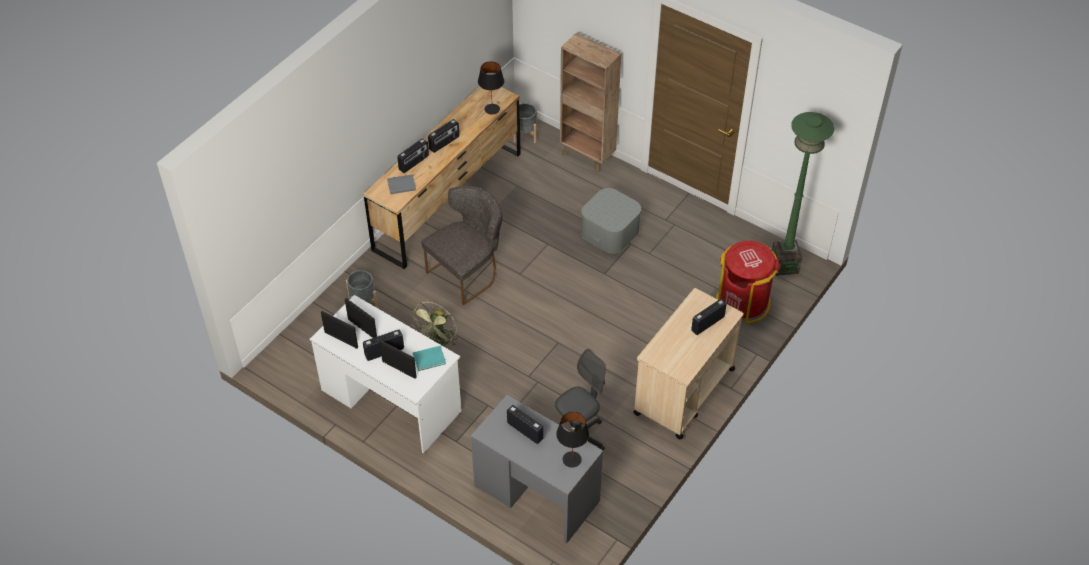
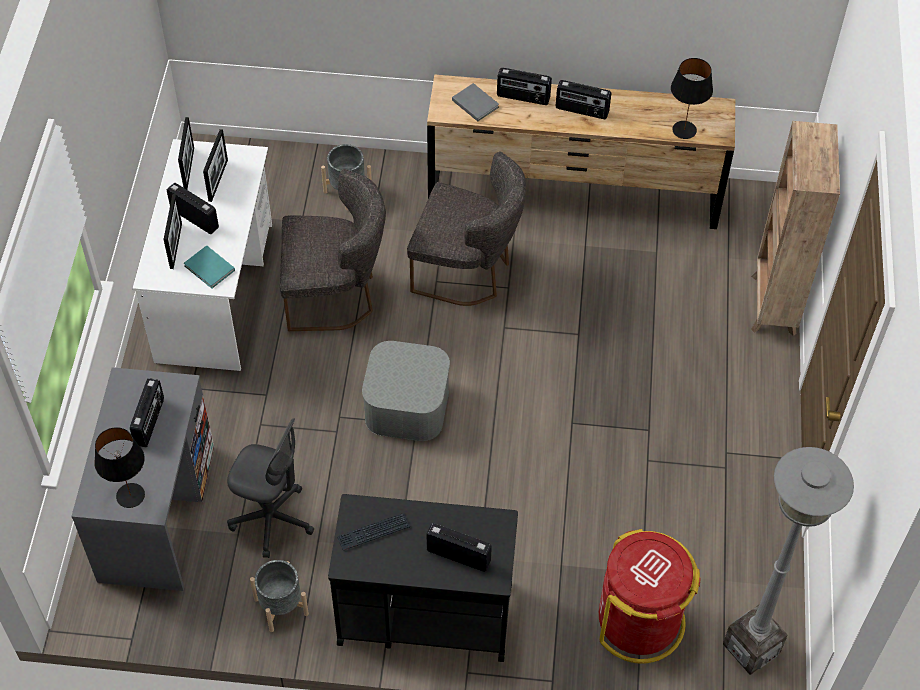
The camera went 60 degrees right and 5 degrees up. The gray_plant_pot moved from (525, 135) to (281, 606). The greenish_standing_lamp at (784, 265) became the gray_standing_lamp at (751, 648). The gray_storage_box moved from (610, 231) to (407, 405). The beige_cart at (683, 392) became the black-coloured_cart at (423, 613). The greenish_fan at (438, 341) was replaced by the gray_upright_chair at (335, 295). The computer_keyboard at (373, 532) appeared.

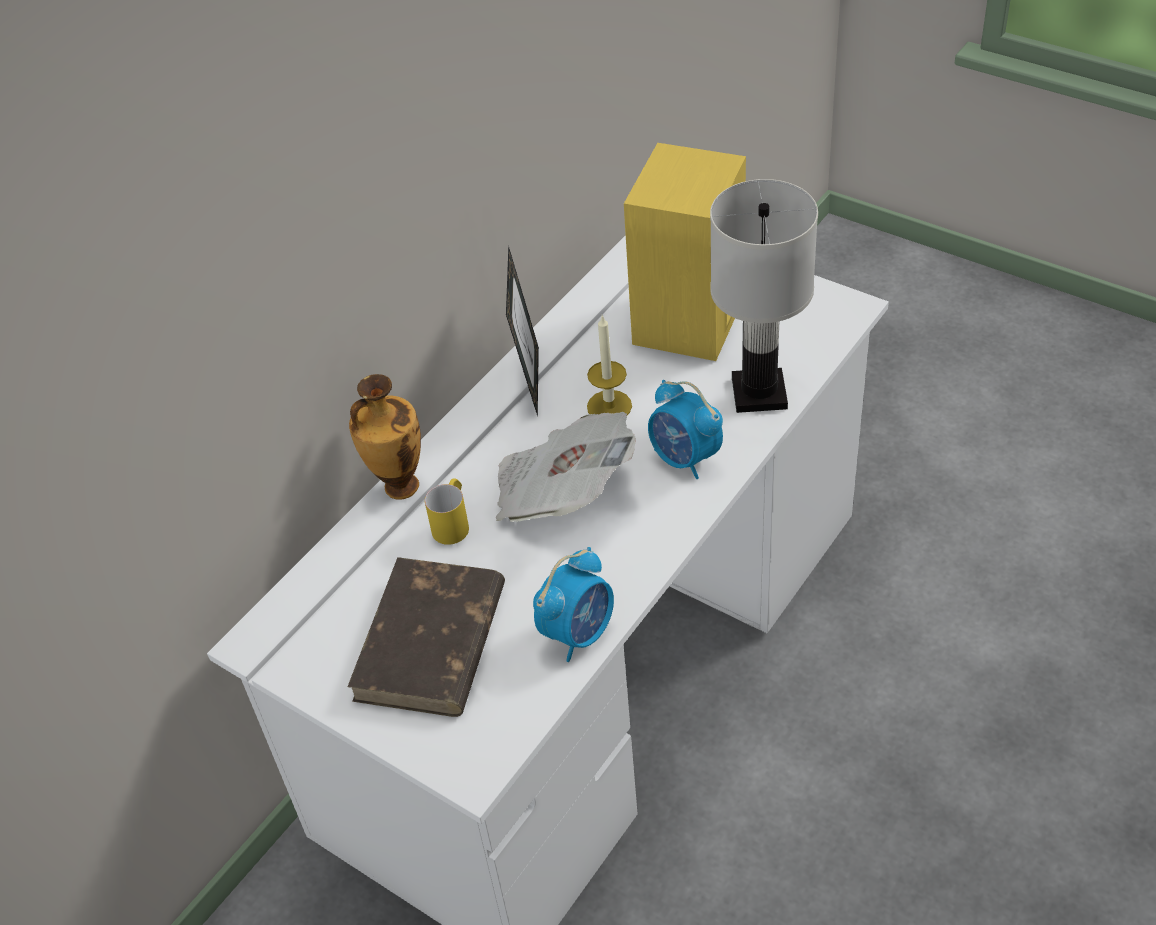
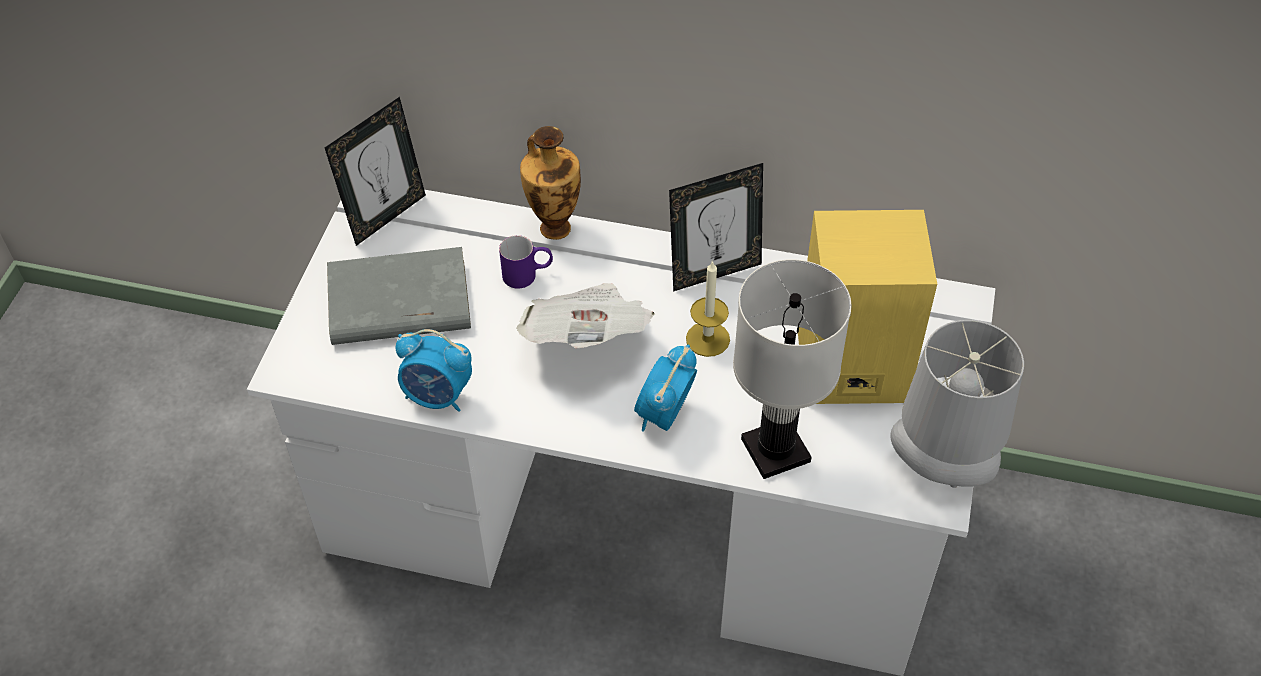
The camera went 65 degrees right and 5 degrees up. The yellow-coloured_mug at (453, 522) became the purple-coloured_mug at (528, 275). The brown_book at (430, 644) became the gray_book at (398, 304). The picture_frame at (386, 216) appeared. The gray_lamp_for_a_table at (940, 471) appeared.

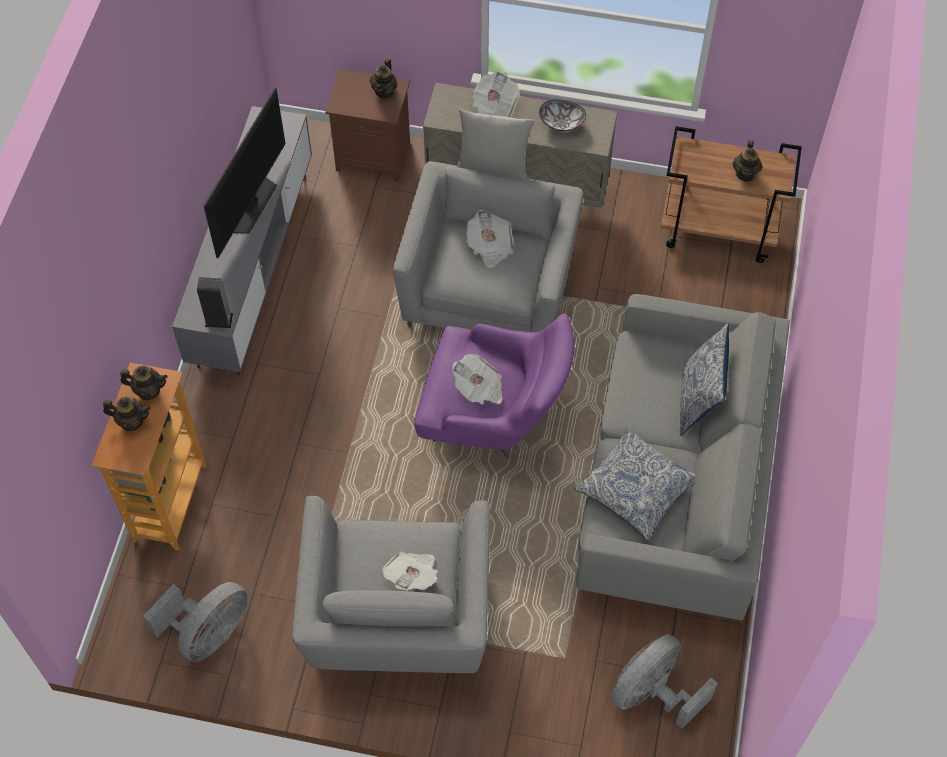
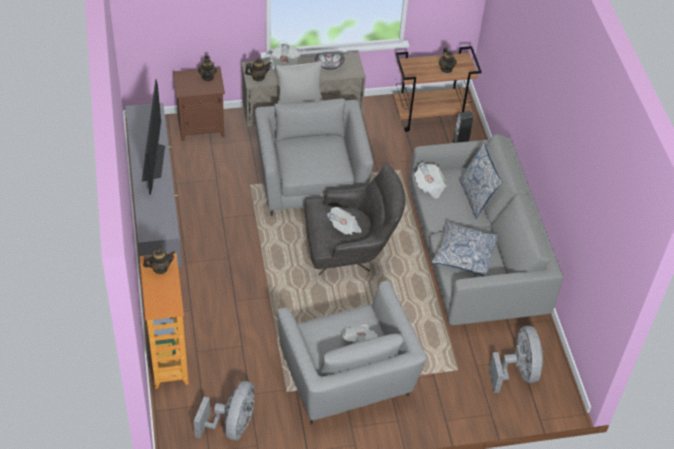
The camera went 25 degrees left and 10 degrees down. The newspaper moved from (490, 246) to (429, 186). The audio_speaker moved from (219, 320) to (461, 141). The purple-coloured_lounge_chair at (493, 420) became the gray_lounge_chair at (349, 253). The pot_for_tea moved from (131, 421) to (258, 77). The gray_fan at (652, 693) turned 150 degrees clockwise.

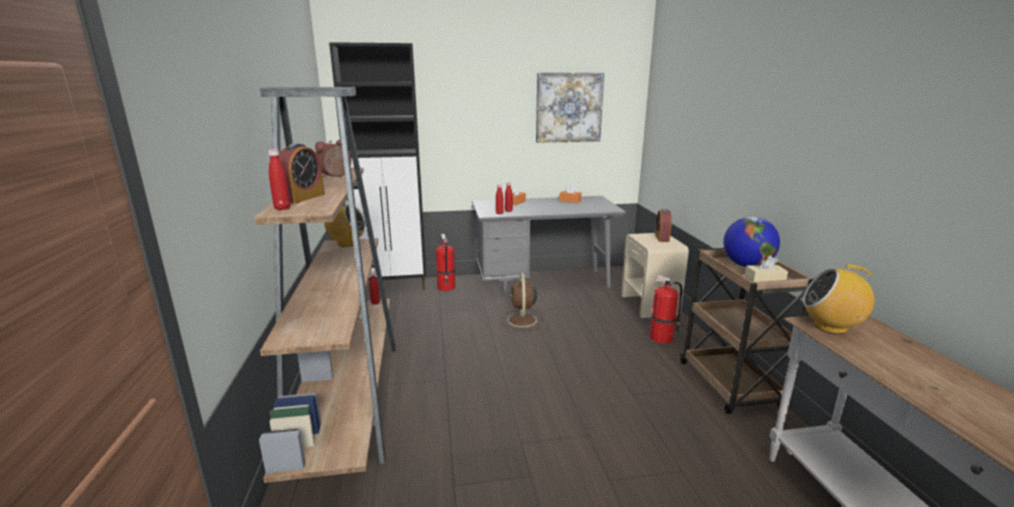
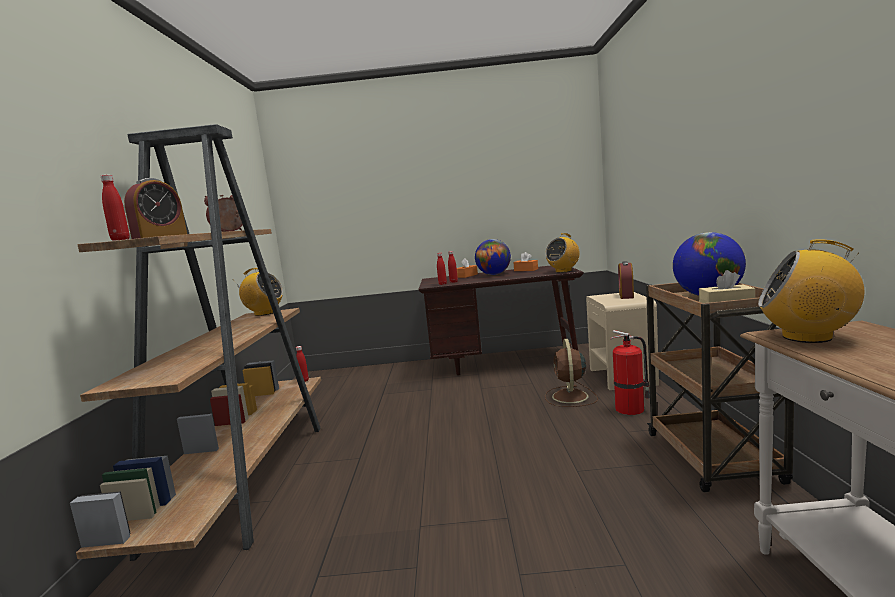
The camera went 10 degrees right and 10 degrees down. The black-coloured_storage_cabinet at (394, 286) disappeared. The wall_art at (569, 107) disappeared. The gray_desk_unit at (543, 283) became the brown_desk_unit at (504, 362). The extinguisher at (446, 287) disappeared. The brown_fan moved from (522, 321) to (570, 397). The radio_set at (563, 271) appeared. The globe at (494, 274) appeared.

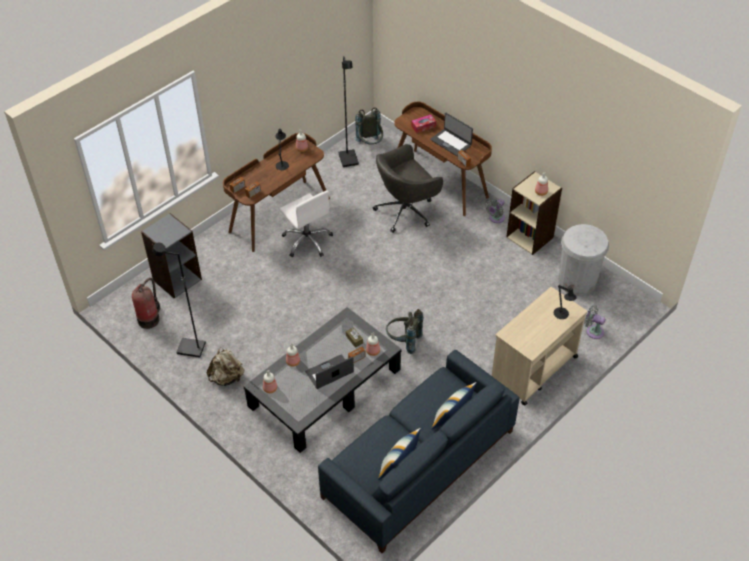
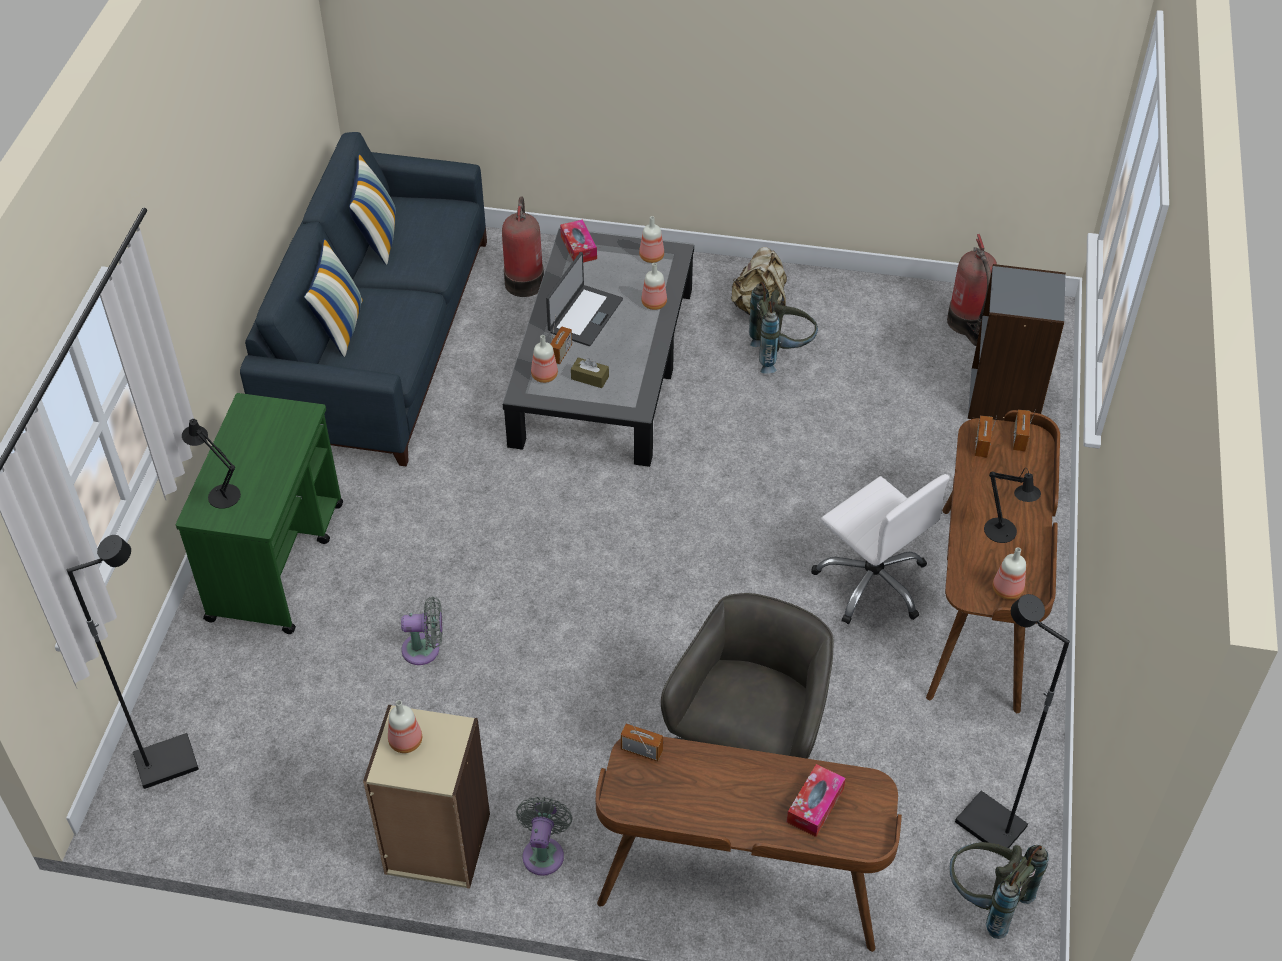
The camera went 145 degrees right and 0 degrees up. The notebook_computer at (451, 142) disappeared. The white-coloured_computer_chair at (307, 241) turned 150 degrees counterclockwise. The white-coloured_trash_can at (577, 281) disappeared. The black-coloured_standing_lamp moved from (190, 349) to (167, 761). The beige_cart at (533, 369) became the greenish_cart at (277, 560). The gray_fan moved from (593, 331) to (425, 649). The gray_backpack moved from (403, 341) to (781, 353). The extinguisher at (524, 281) appeared. The box_of_tissues at (578, 247) appeared.

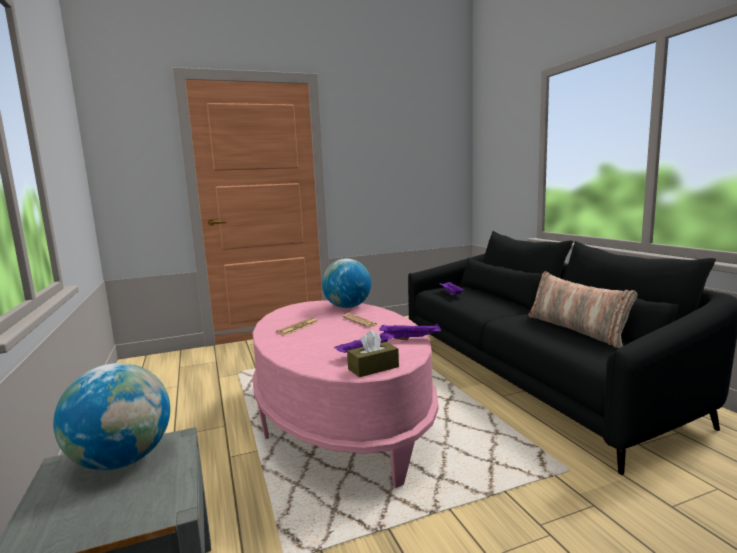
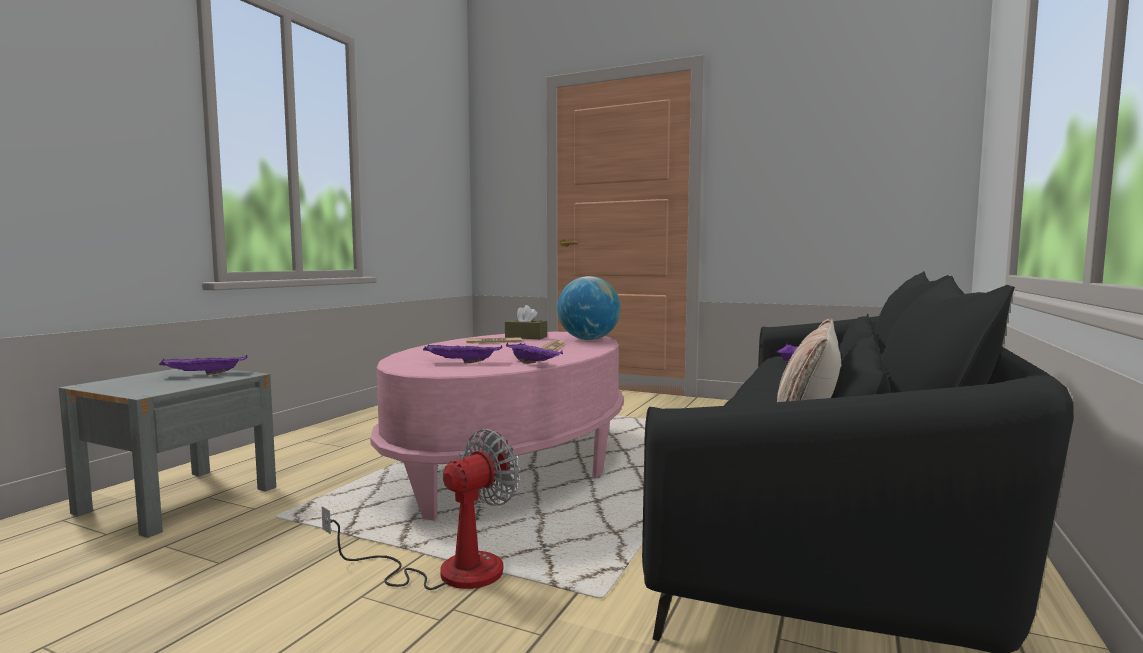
The camera went 45 degrees right and 5 degrees down. The brown_box_of_tissues moved from (373, 368) to (526, 337). The globe at (122, 460) was replaced by the purple-coloured_serving_tray at (203, 374). The fan at (447, 571) appeared.

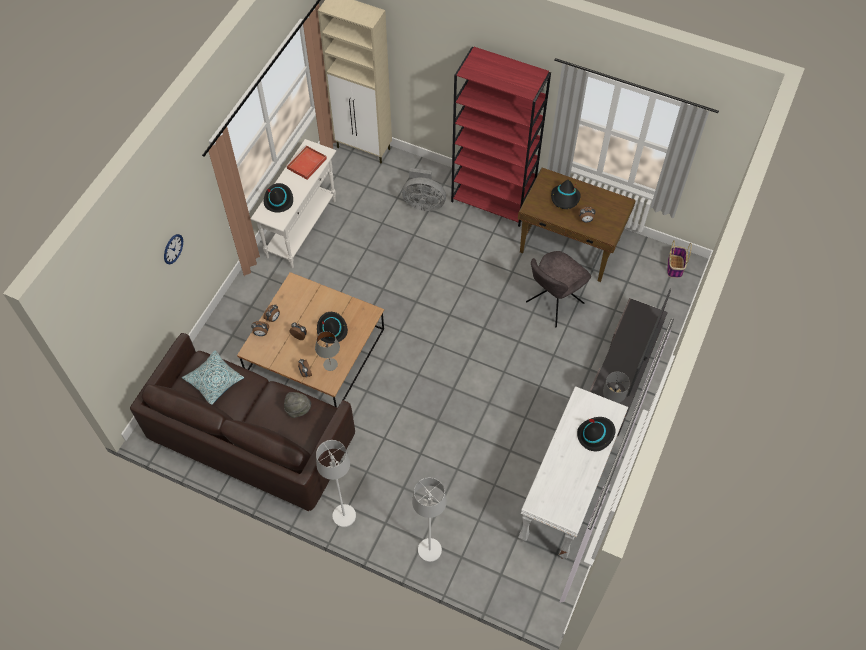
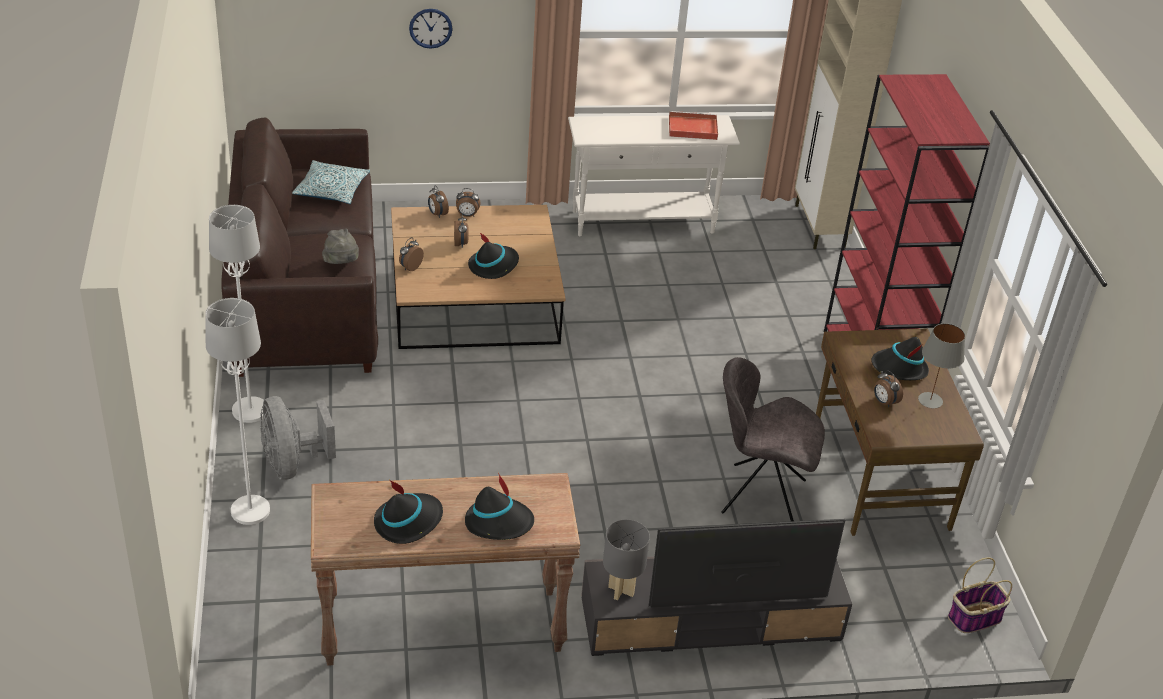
The camera went 55 degrees right and 20 degrees down. The gray_fan moved from (423, 203) to (292, 464). The black-coloured_wearable_hat moved from (278, 200) to (408, 521). The gray_lamp_for_a_table moved from (330, 364) to (930, 400). The white-coloured_narrow_table at (566, 494) became the brown_narrow_table at (442, 628).

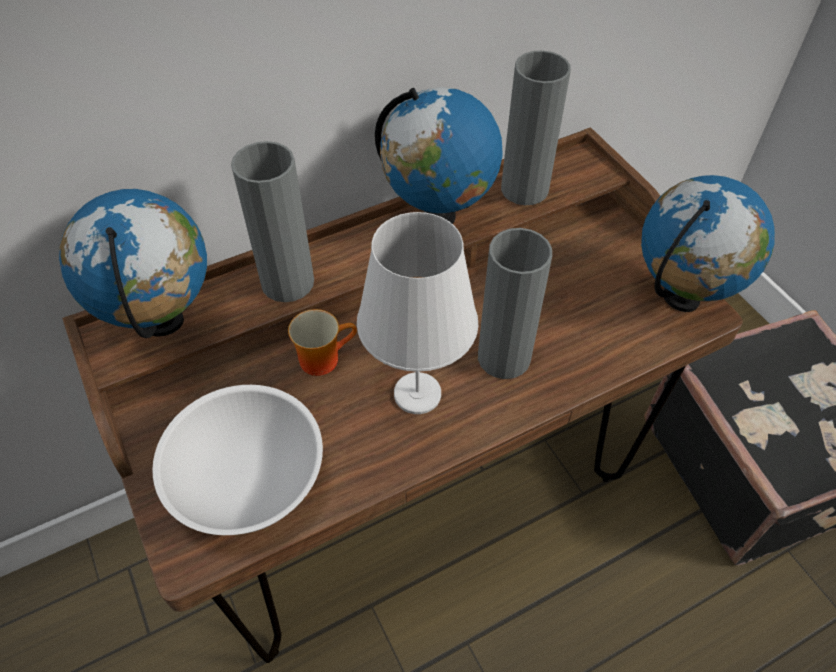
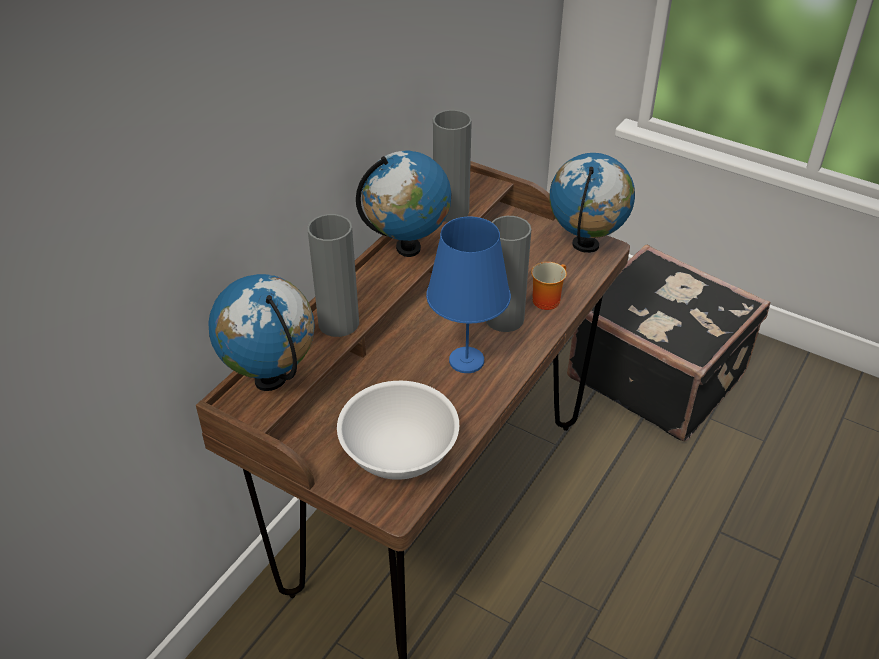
The camera went 30 degrees left and 10 degrees down. The white-coloured_lamp_for_a_table at (417, 394) became the blue_lamp_for_a_table at (467, 361). The mug moved from (323, 356) to (546, 298).

